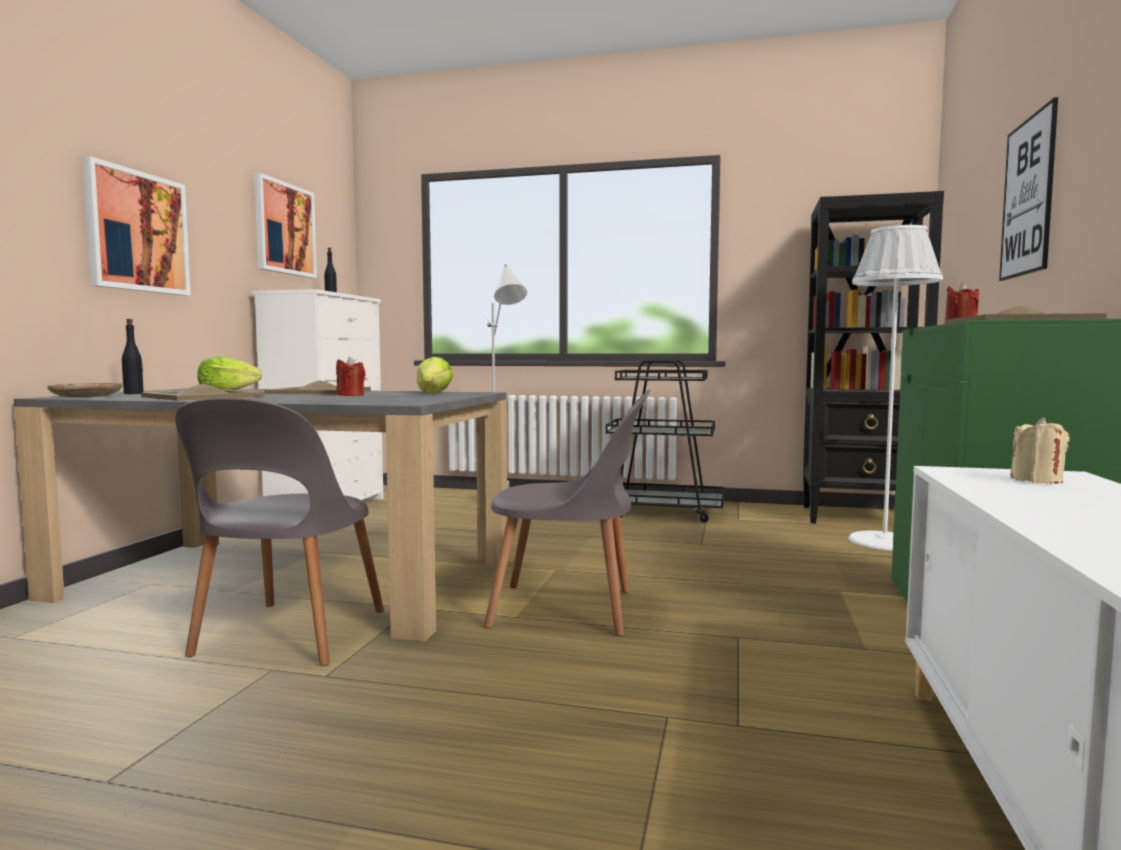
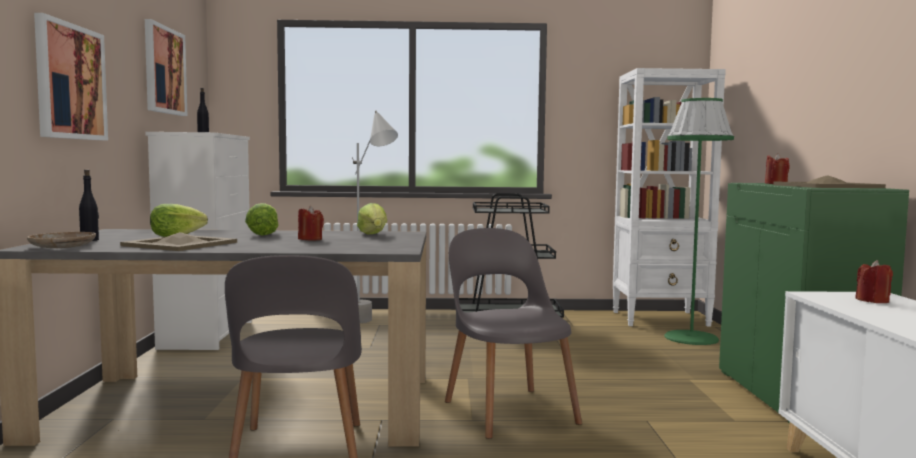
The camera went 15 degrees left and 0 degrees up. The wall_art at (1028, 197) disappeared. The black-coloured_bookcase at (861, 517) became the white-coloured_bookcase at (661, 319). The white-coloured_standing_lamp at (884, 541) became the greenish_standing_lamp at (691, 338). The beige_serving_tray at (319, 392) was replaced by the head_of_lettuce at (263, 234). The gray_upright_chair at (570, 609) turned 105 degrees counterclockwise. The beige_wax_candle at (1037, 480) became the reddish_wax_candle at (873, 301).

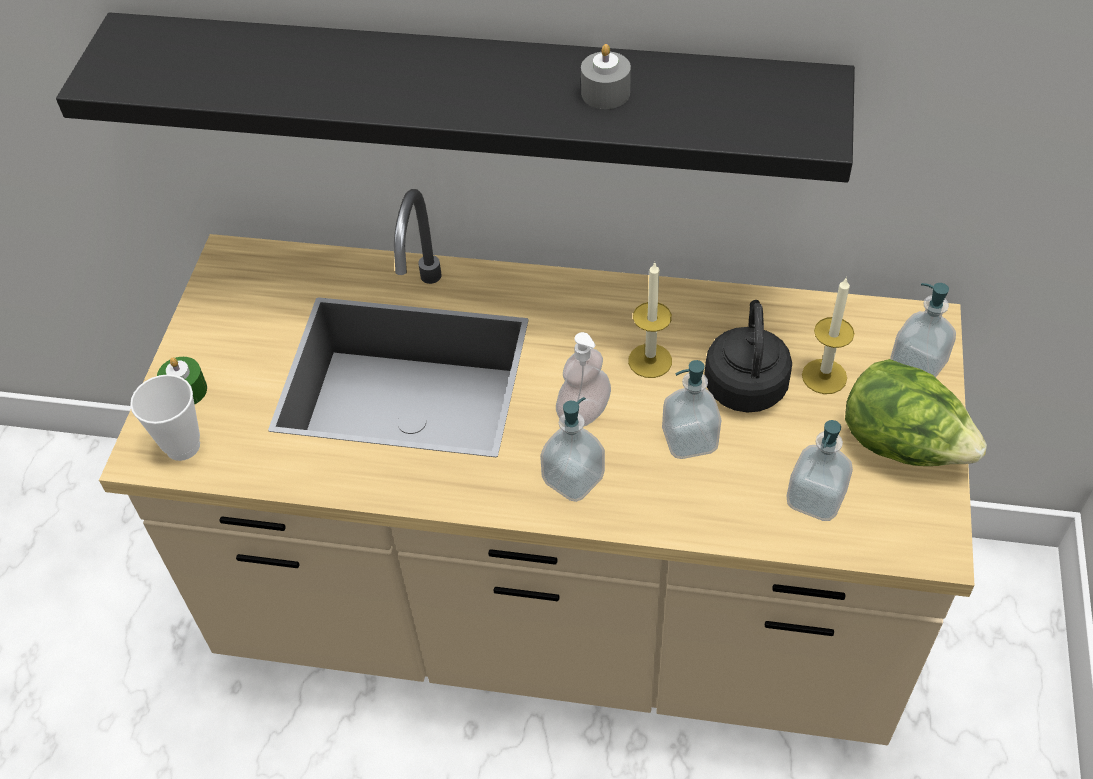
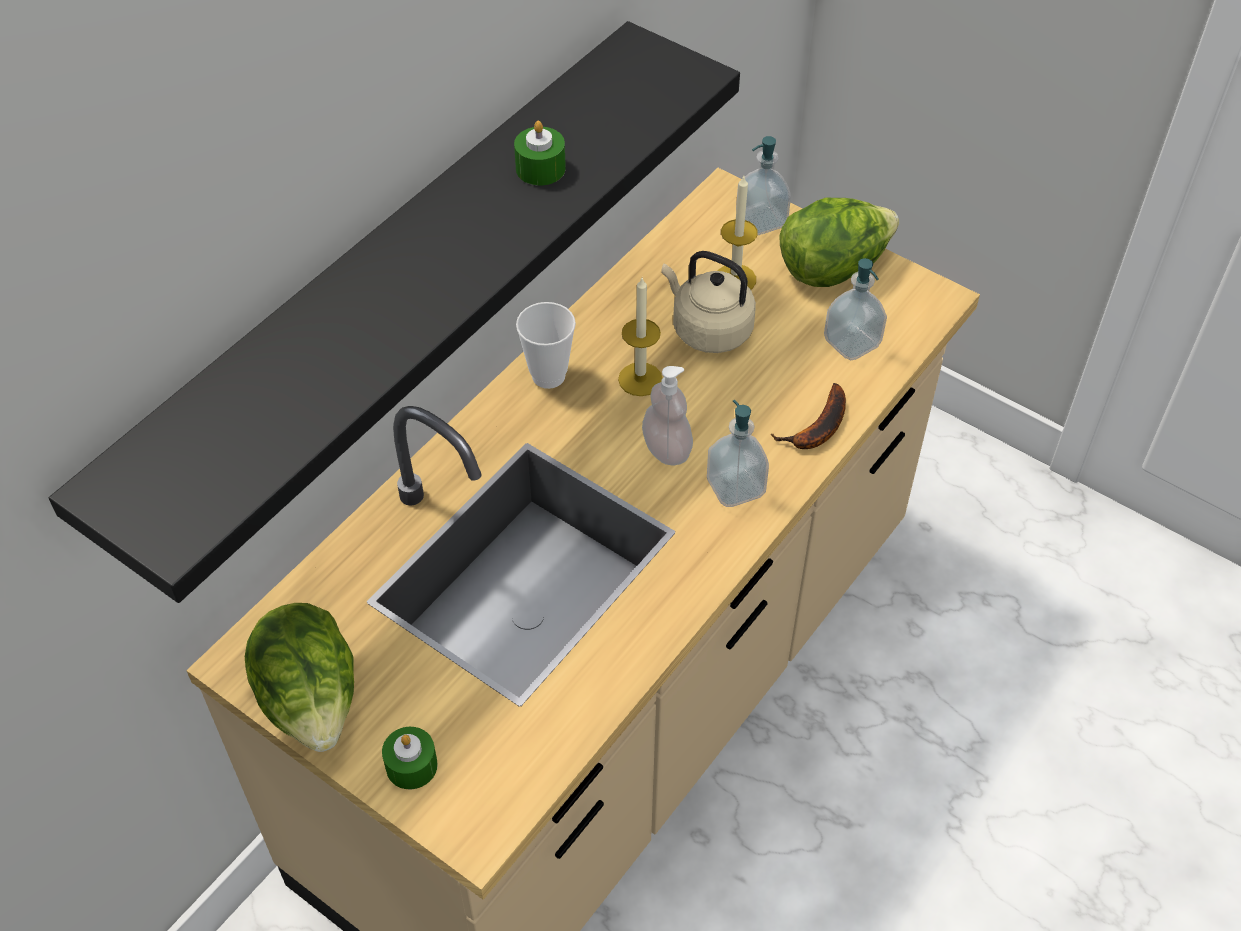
The camera went 65 degrees left and 0 degrees up. The gray_wax_candle at (605, 93) became the greenish_wax_candle at (540, 168). The black-coloured_kettle at (745, 383) became the beige_kettle at (708, 329). The soap_dispenser at (689, 440) disappeared. The cup moved from (183, 446) to (548, 376). The whole_banana at (817, 429) appeared. The head_of_lettuce at (312, 701) appeared.

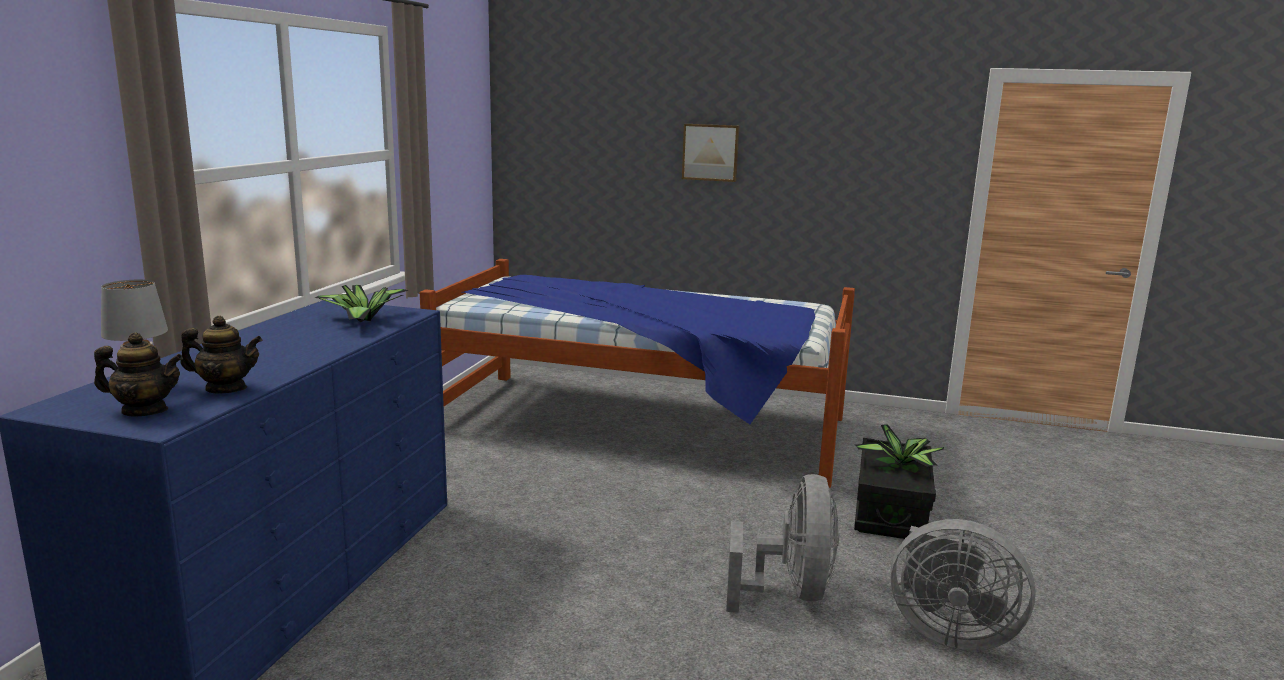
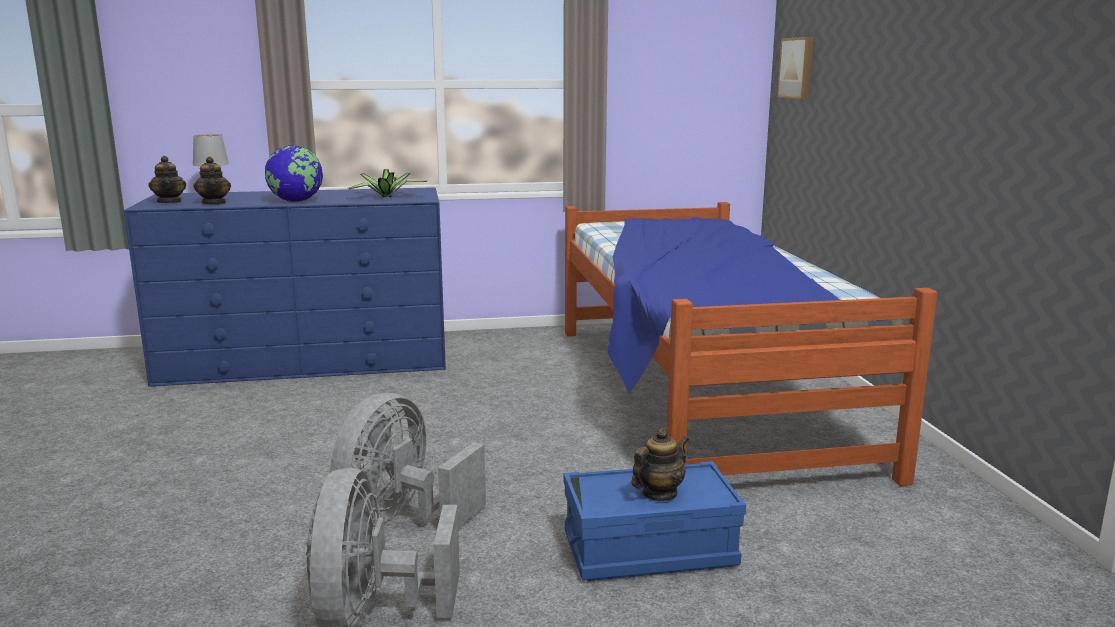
The camera went 65 degrees right and 0 degrees up. The wall_art moved from (710, 152) to (798, 68). The plant_in_a_pot at (902, 465) was replaced by the pot_for_tea at (659, 494). The black-coloured_storage_box at (891, 511) became the blue_storage_box at (649, 551). The gray_fan at (790, 592) turned 135 degrees clockwise. The globe at (296, 201) appeared.

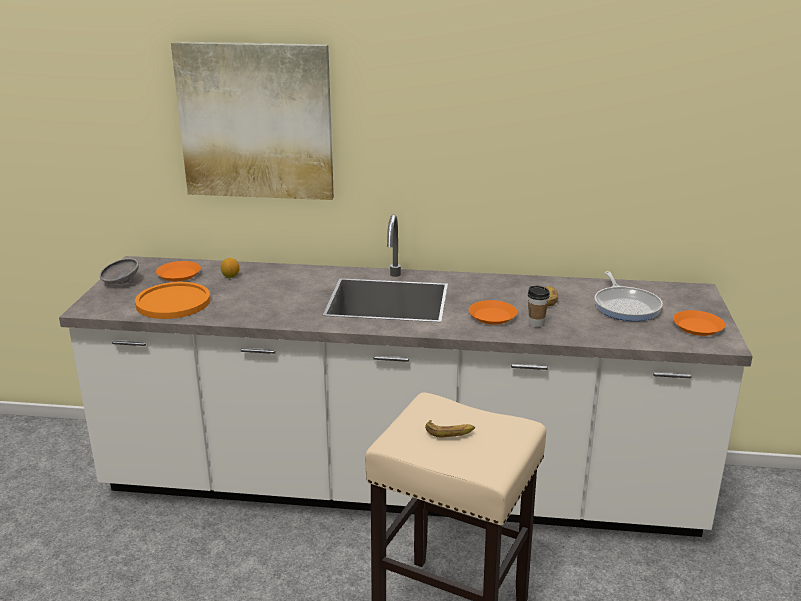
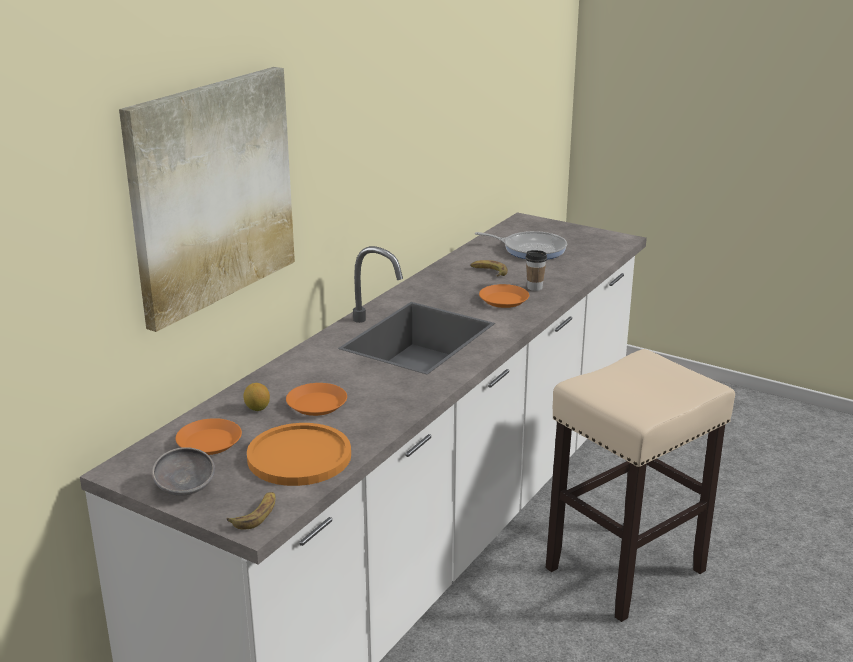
The camera went 65 degrees left and 0 degrees up. The orange_dinner_plate moved from (697, 327) to (316, 404). The whole_banana moved from (450, 432) to (256, 514).

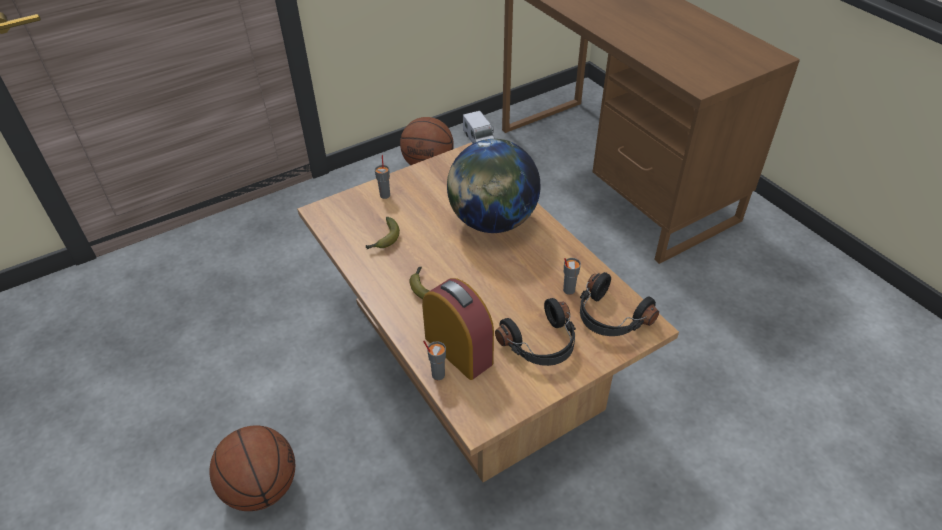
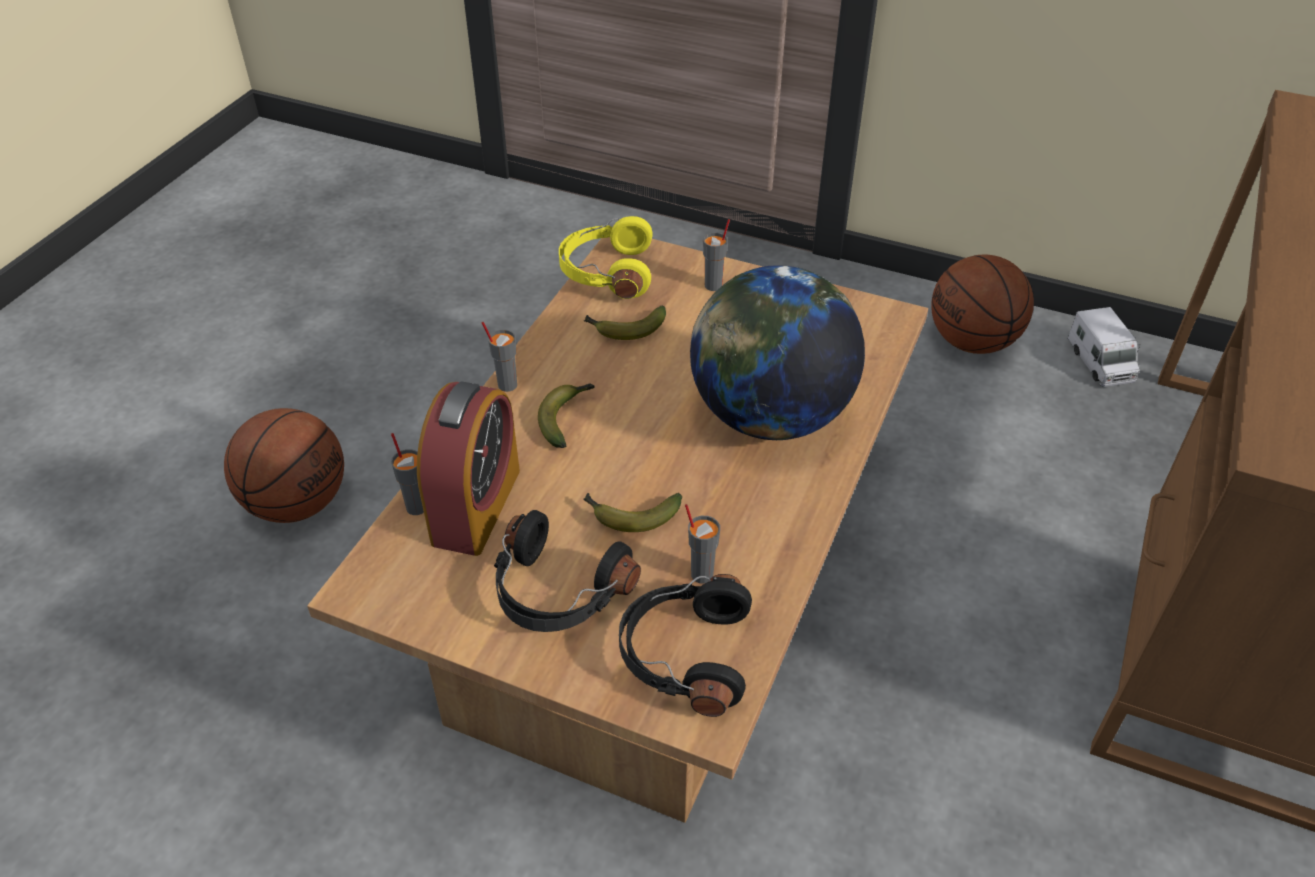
The camera went 55 degrees right and 0 degrees up. The toy_lorry at (478, 139) turned 45 degrees counterclockwise. The yellow-coloured_pair_of_headphones at (606, 273) appeared. The gray_cup at (507, 385) appeared. The whole_banana at (629, 516) appeared.

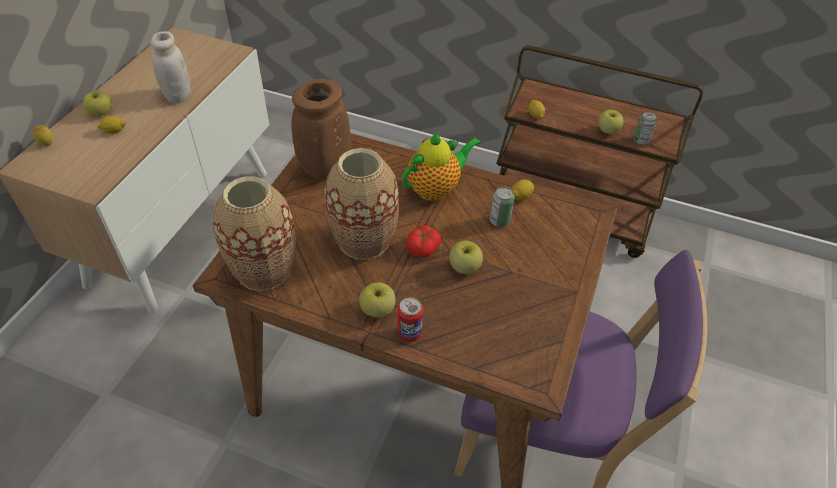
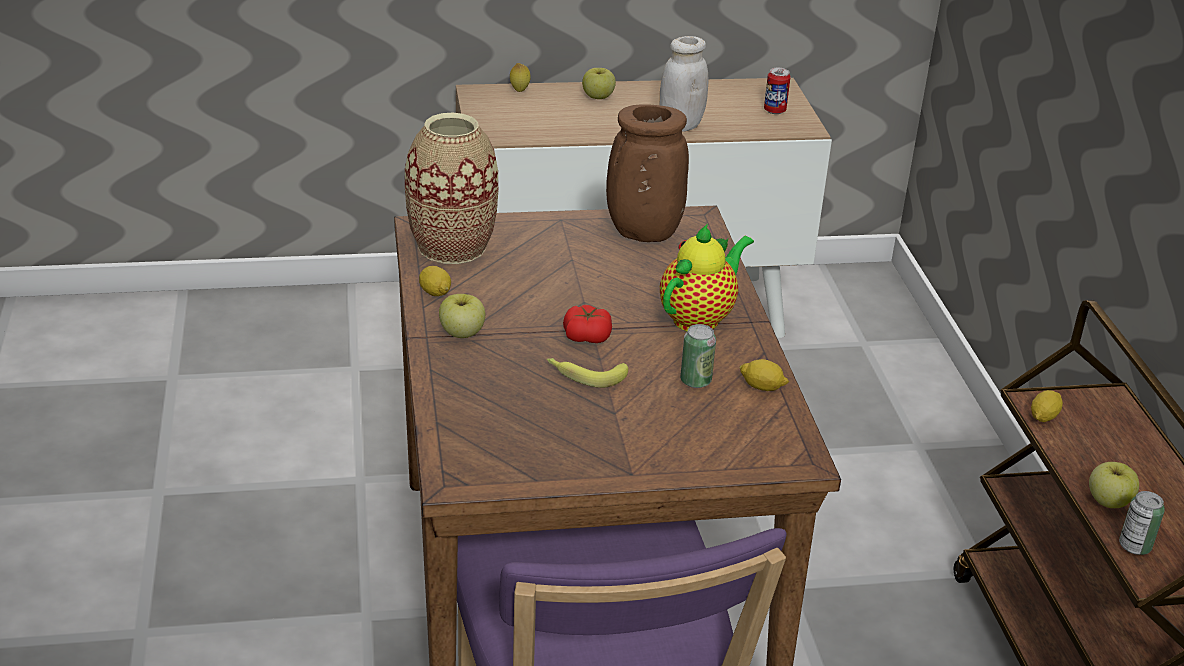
The camera went 60 degrees right and 15 degrees down. The lemon moved from (114, 131) to (435, 292). The pot_for_tea at (436, 188) turned 75 degrees counterclockwise. The vase at (364, 240) disappeared. The whole_apple at (464, 267) was replaced by the whole_banana at (585, 375). The metal_can moved from (409, 333) to (774, 111).

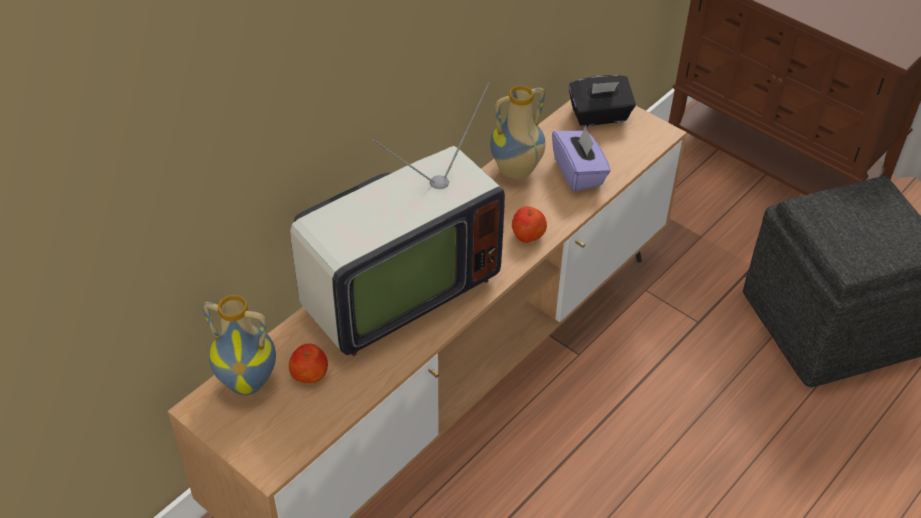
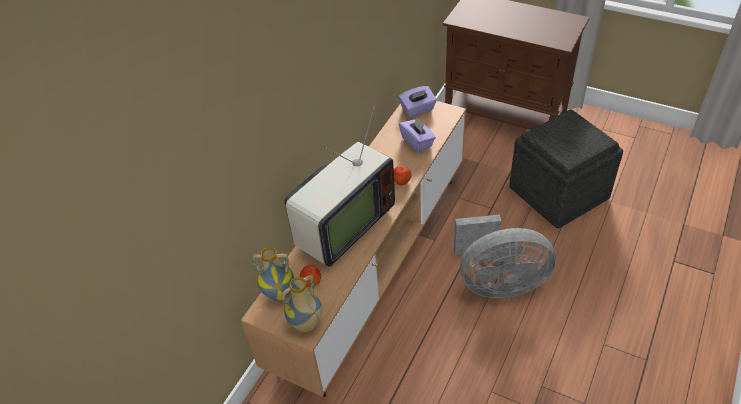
The camera went 10 degrees left and 0 degrees up. The black-coloured_box_of_tissues at (599, 116) became the purple-coloured_box_of_tissues at (418, 110). The vase moved from (516, 171) to (306, 324). The gray_fan at (497, 282) appeared.

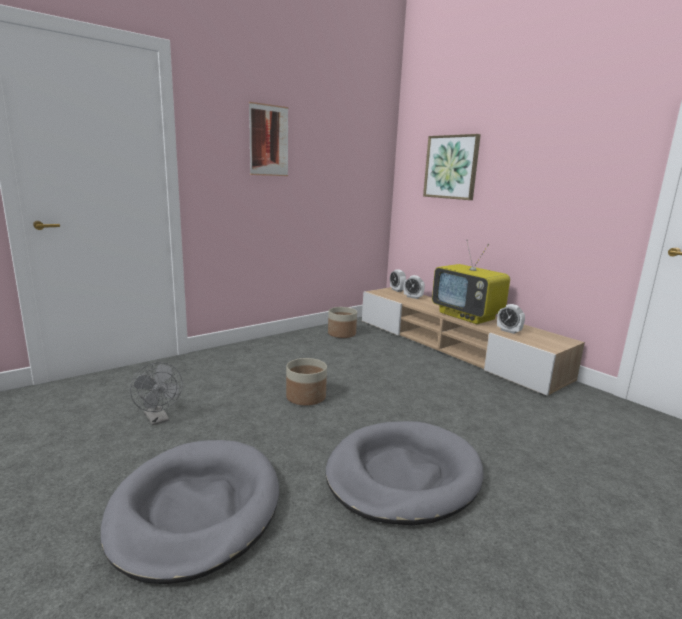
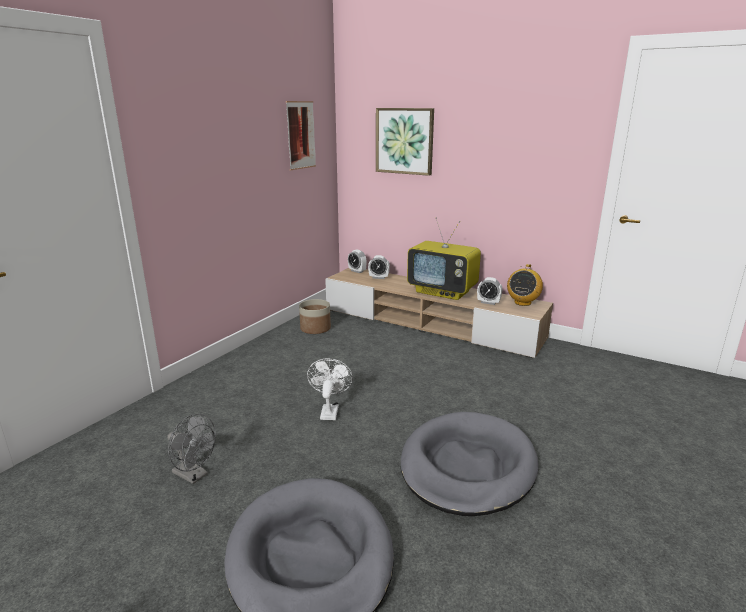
The camera went 20 degrees left and 5 degrees up. The wall_art moved from (269, 140) to (301, 135). The plant_pot at (305, 397) was replaced by the white-coloured_fan at (329, 410). The radio_set at (522, 302) appeared.

